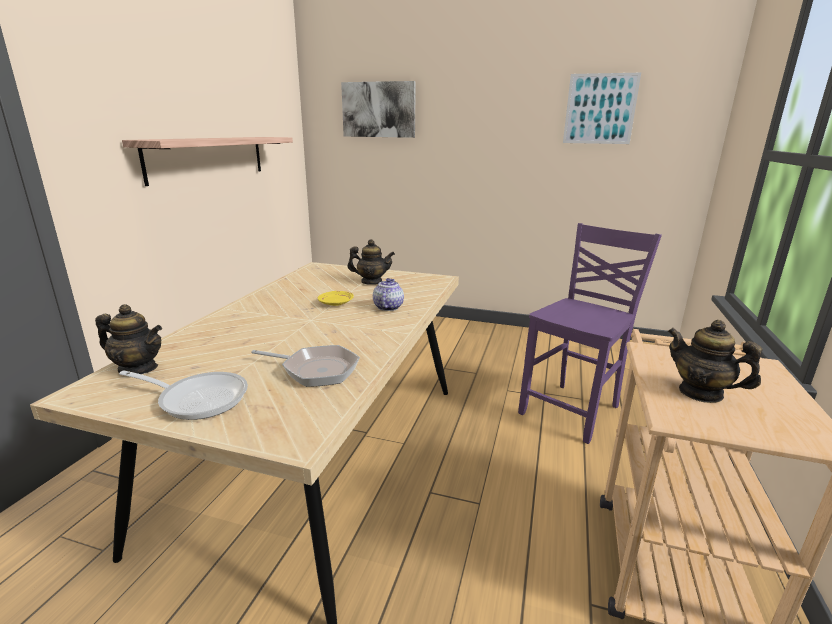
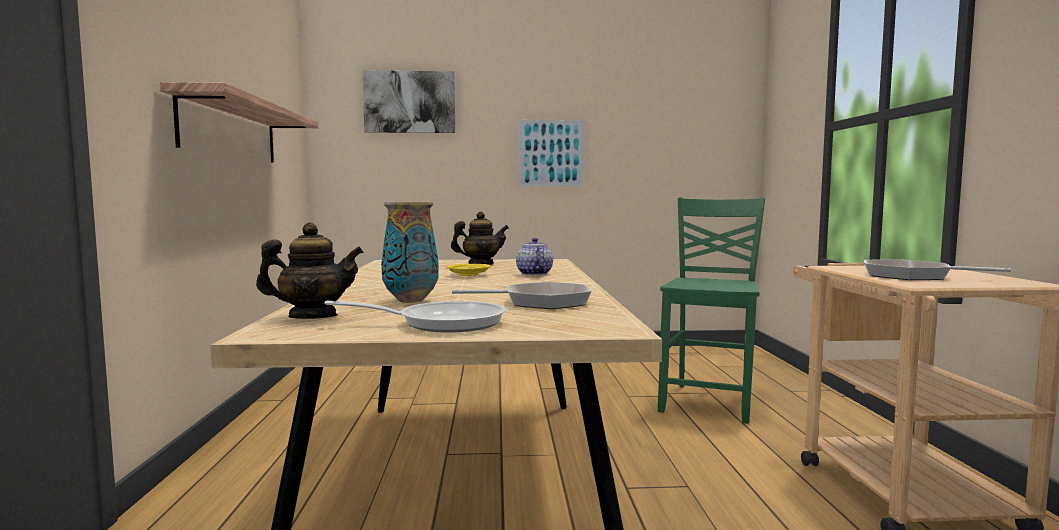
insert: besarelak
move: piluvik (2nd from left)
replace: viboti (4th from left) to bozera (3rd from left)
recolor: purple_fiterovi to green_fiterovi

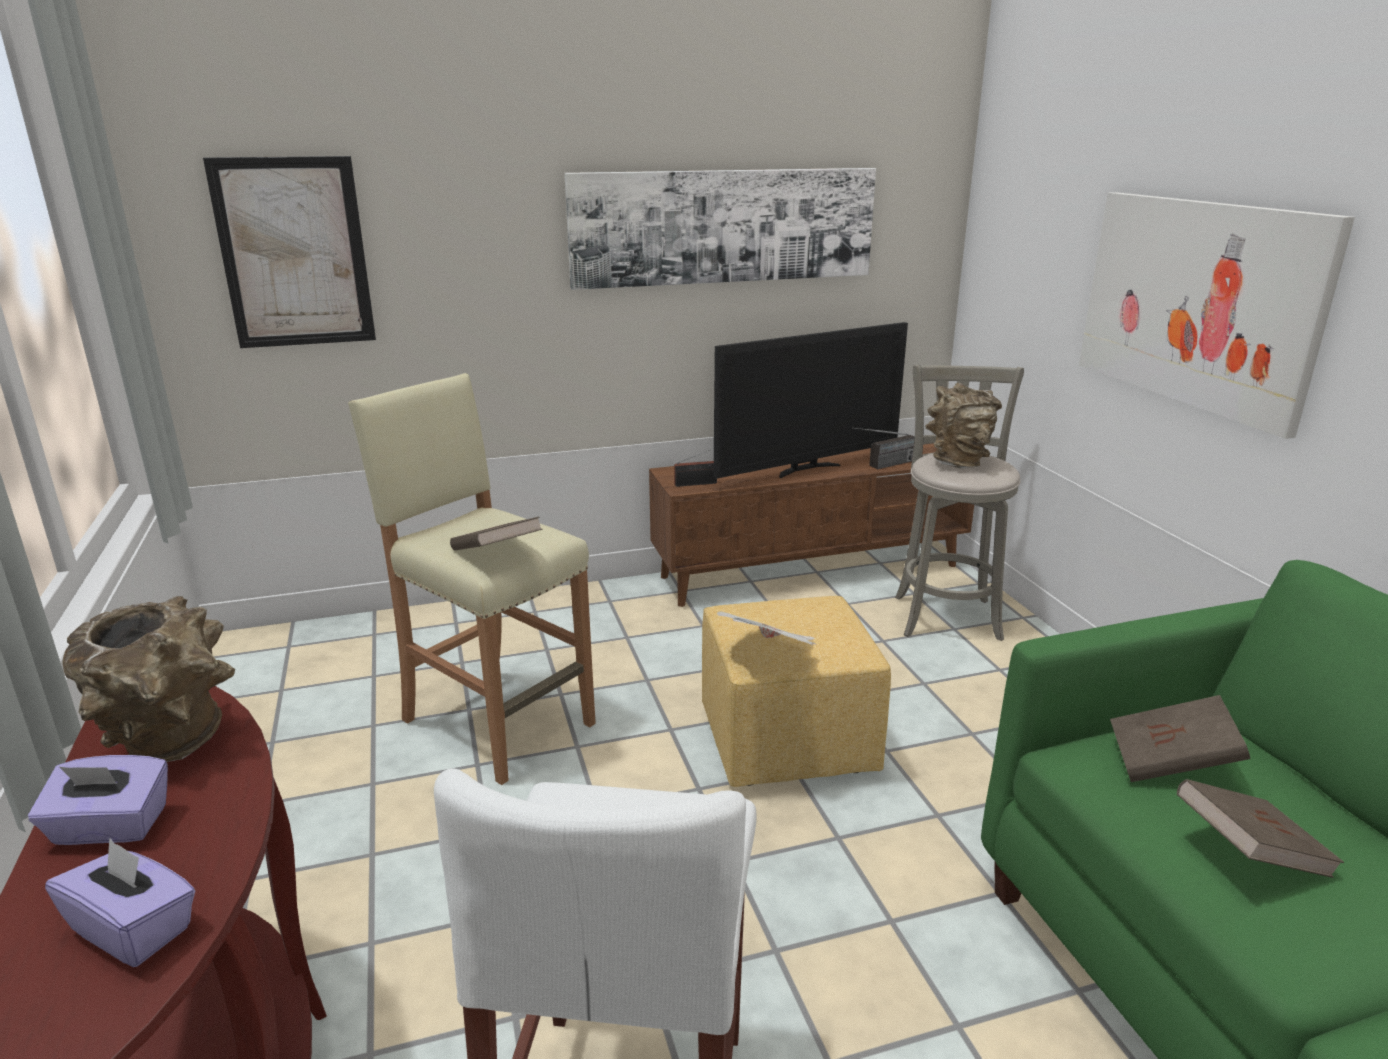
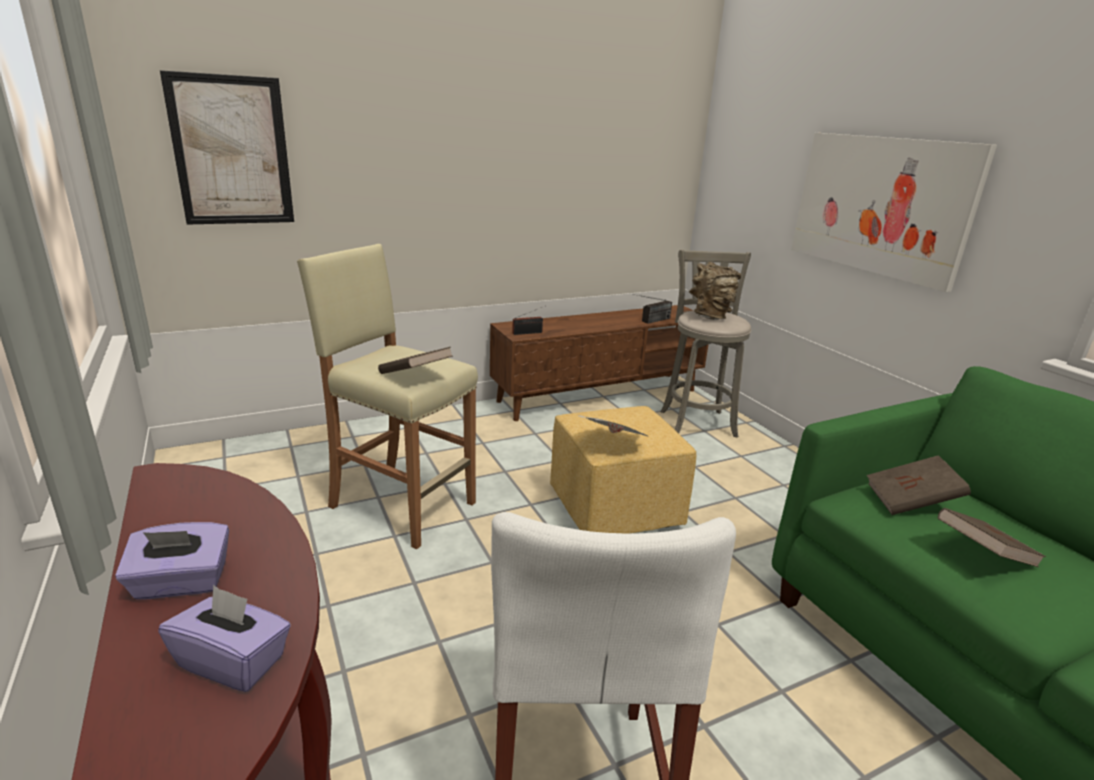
delete: brown_besarelak (1st from left); piluvik (2nd from left); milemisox

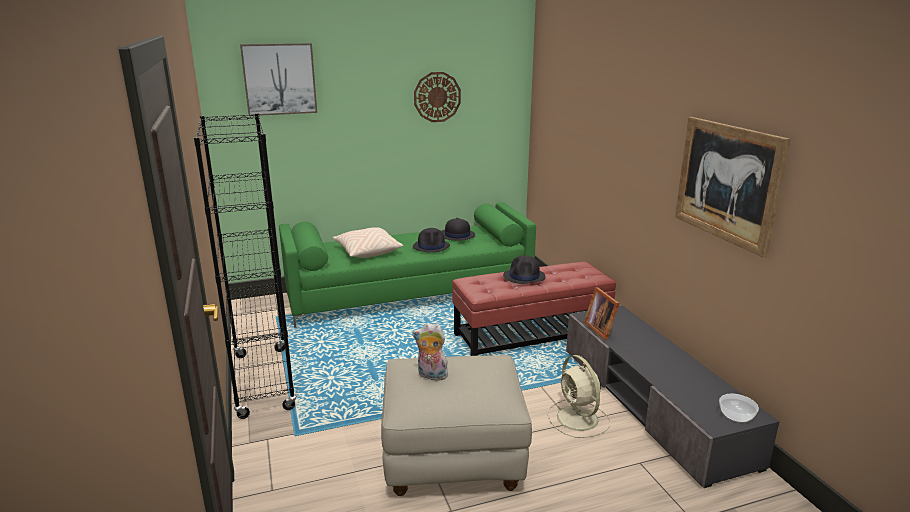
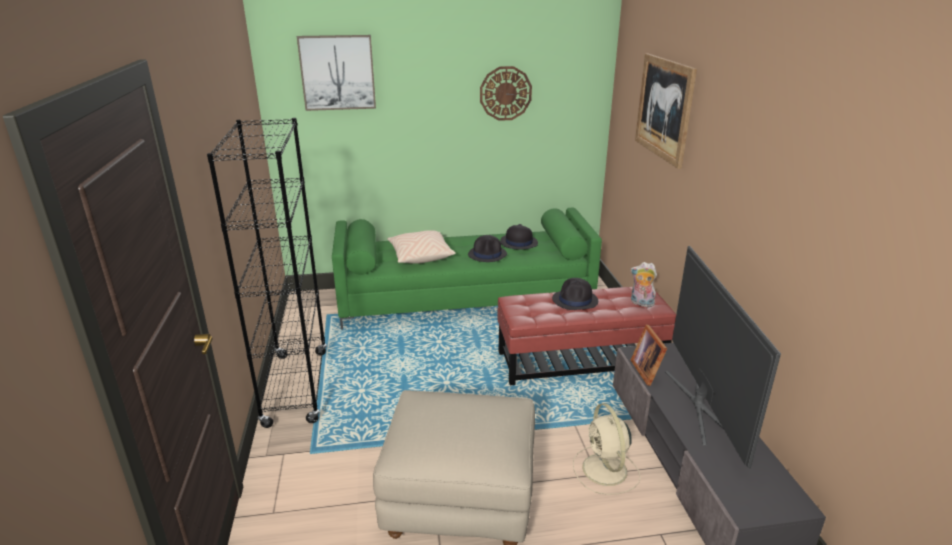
delete: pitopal
insert: milemisox
move: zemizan; piluvik (2nd from left)

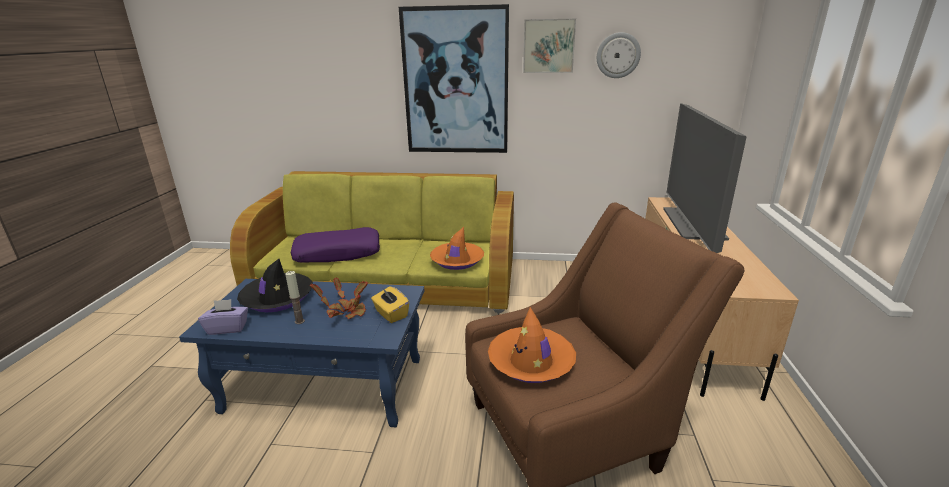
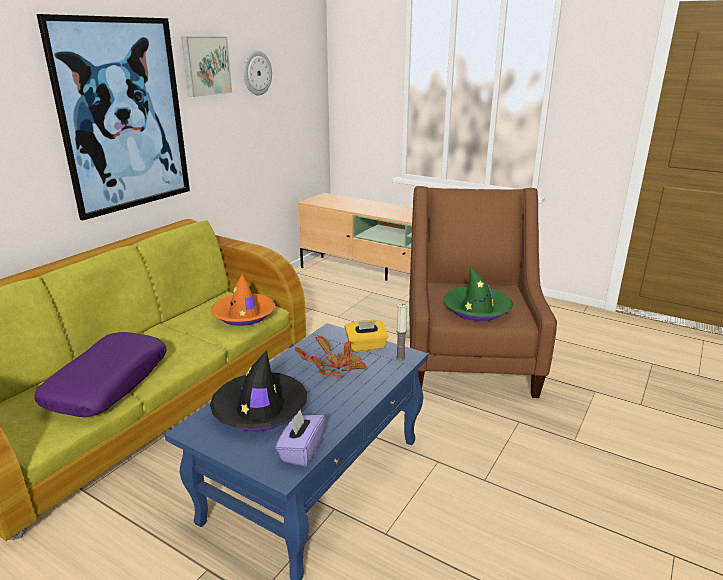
delete: milemisox
move: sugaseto
recolor: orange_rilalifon (2nd from left) to green_rilalifon

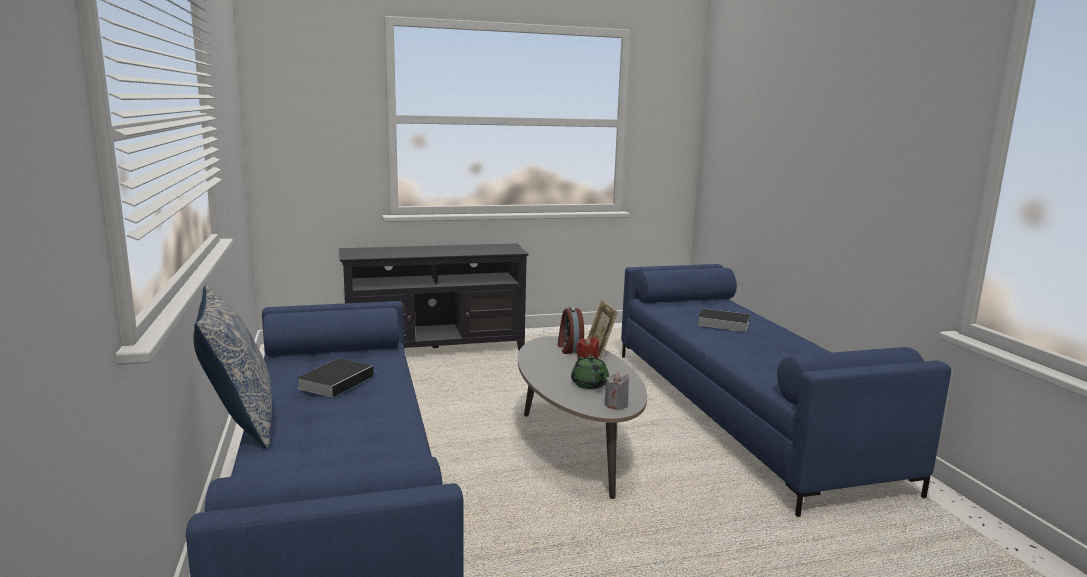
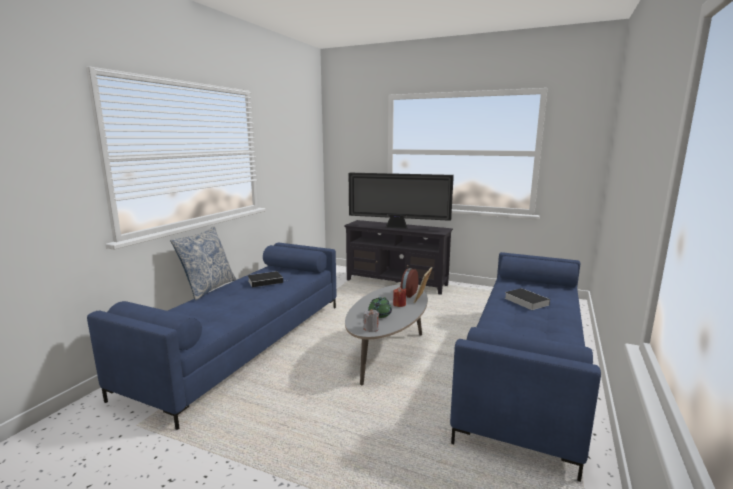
insert: milemisox

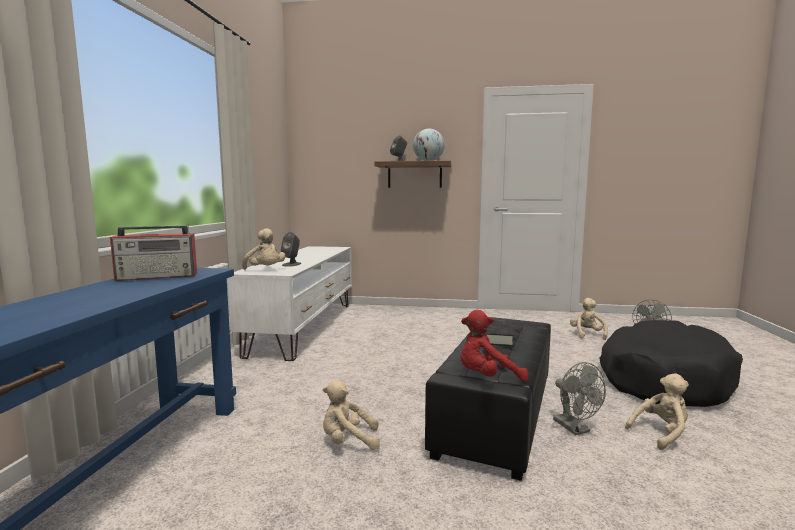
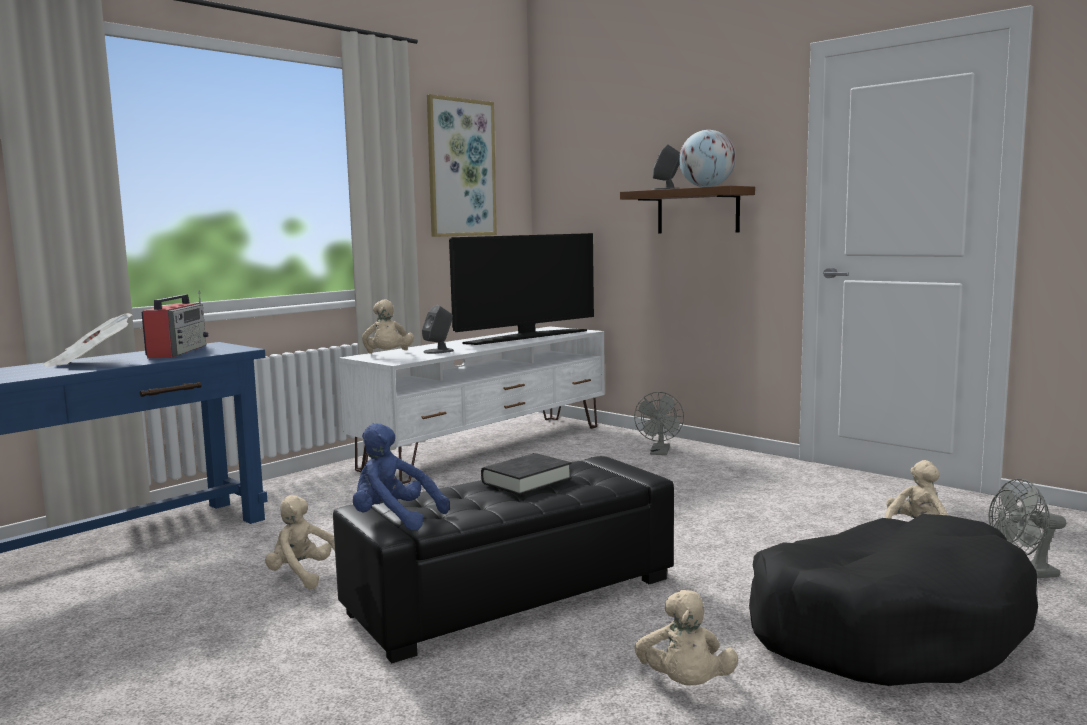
insert: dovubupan; piluvik; milemisox
move: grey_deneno (1st from left)
recolor: red_zemizan to blue_zemizan
rotate: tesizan 105 degrees counterclockwise; beige_zemizan (4th from left in the first image) 75 degrees clockwise

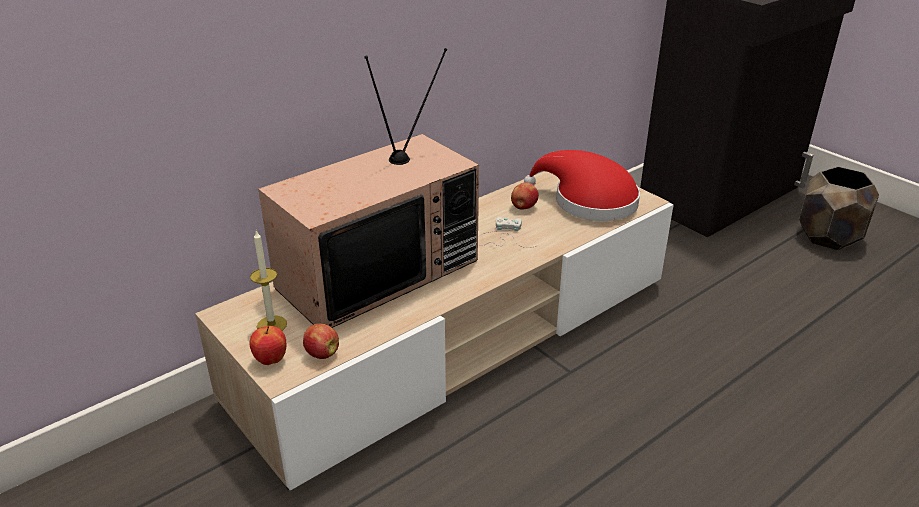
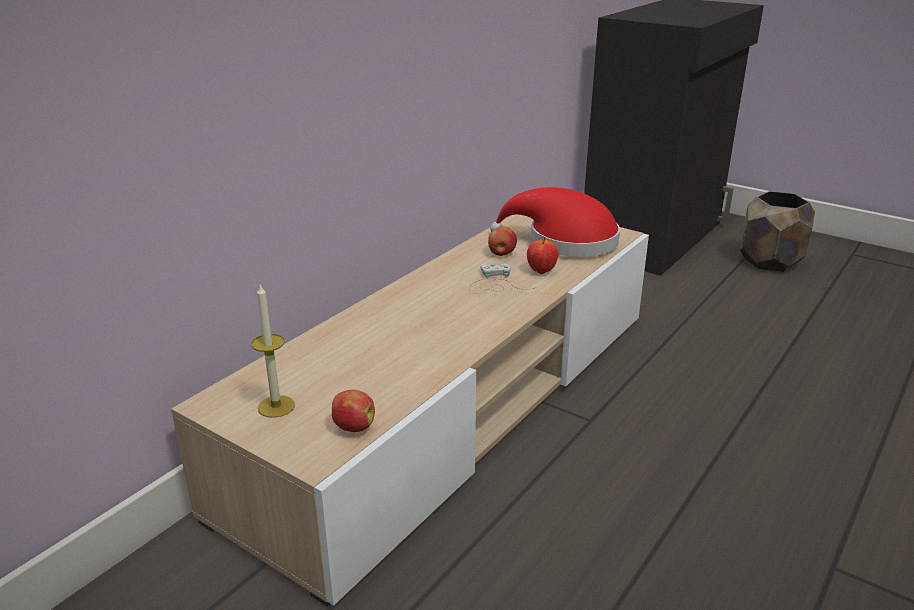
delete: milemisox
move: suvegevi (1st from left in the first image) to suvegevi (3rd from left)

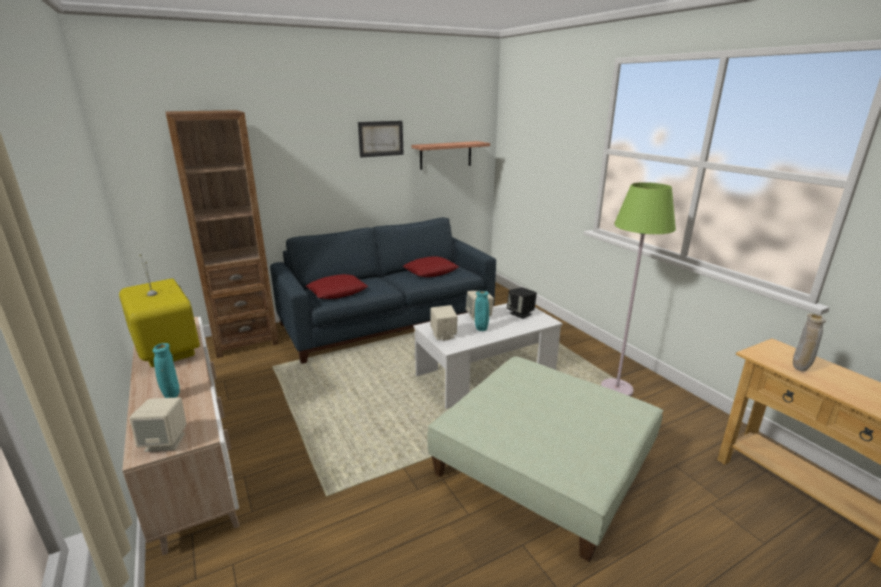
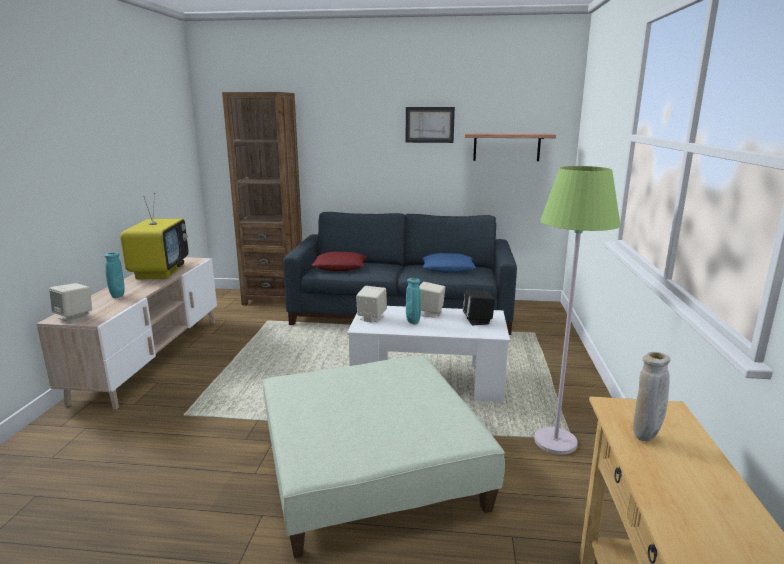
recolor: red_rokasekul (2nd from left) to blue_rokasekul

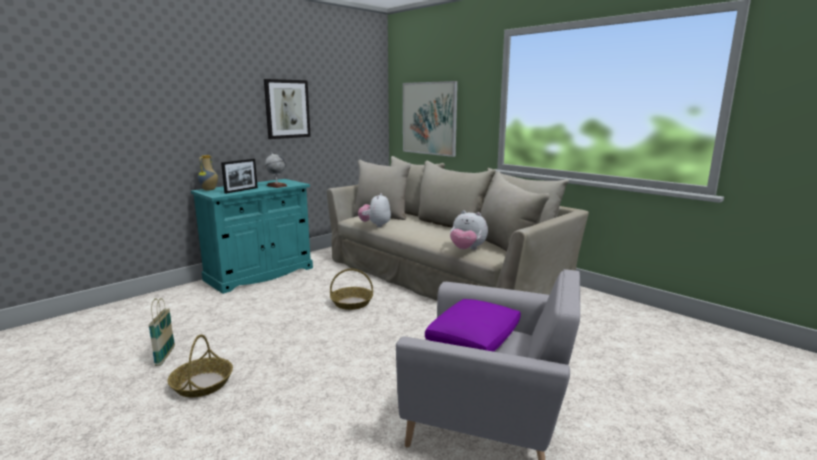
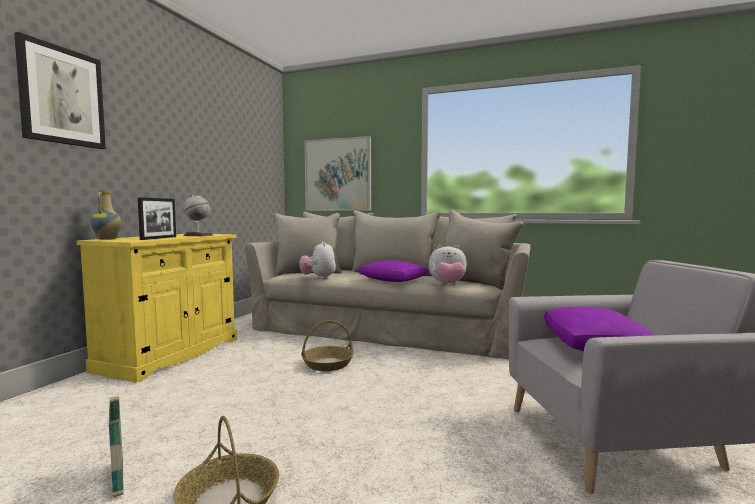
insert: purple_rokasekul (1st from left)
move: piluvik (1st from left)
recolor: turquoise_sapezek to yellow_sapezek

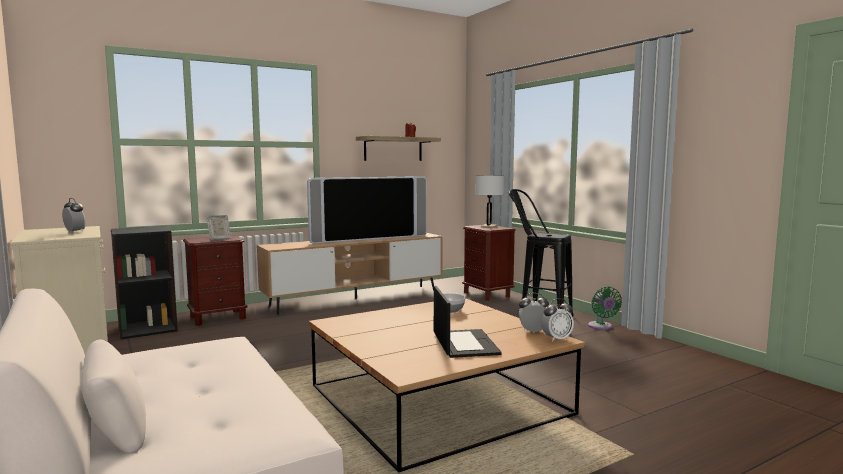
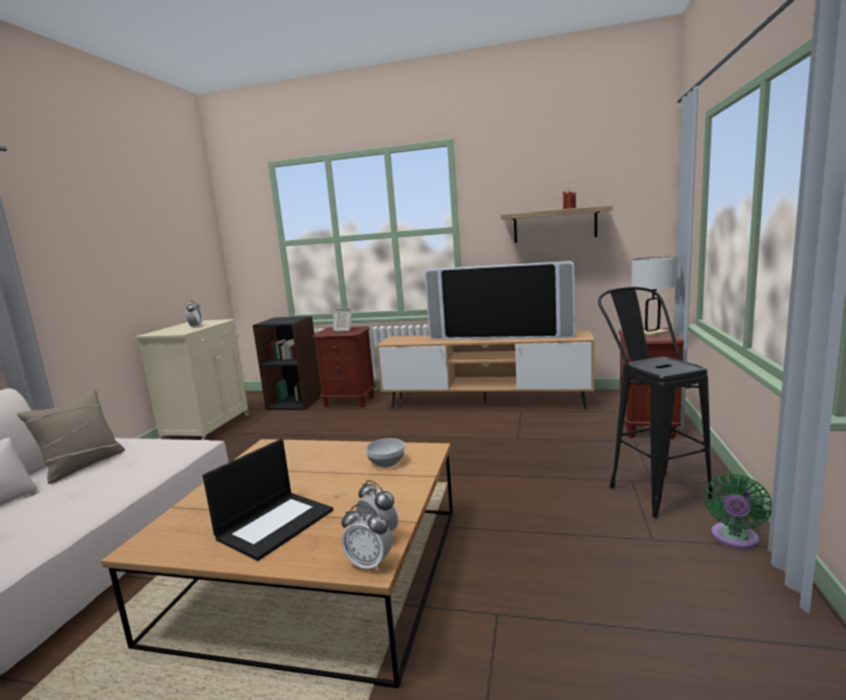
insert: beige_rokasekul

